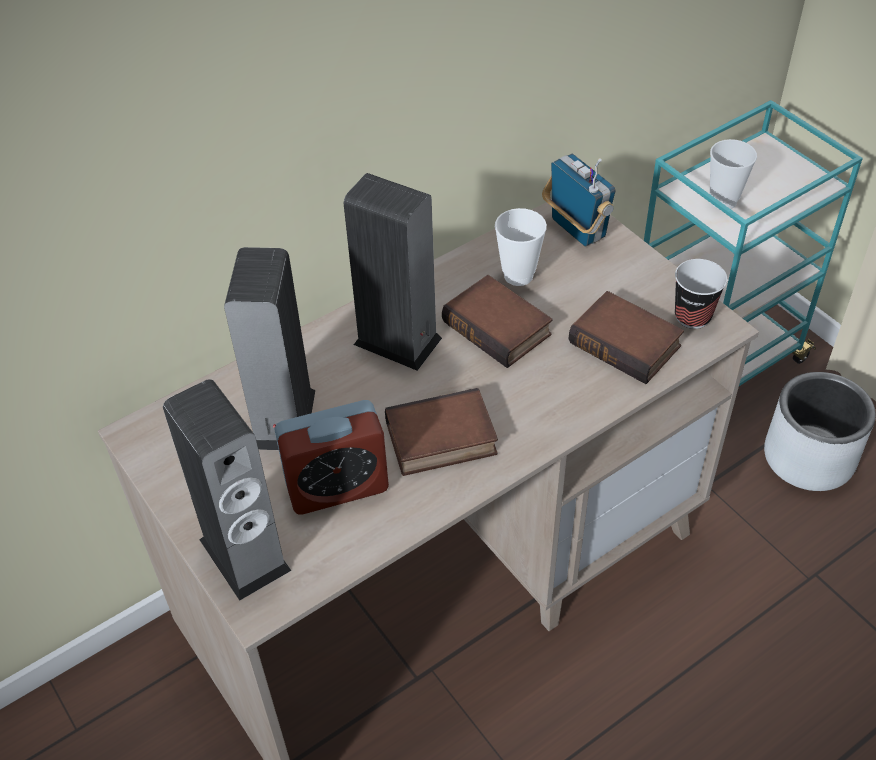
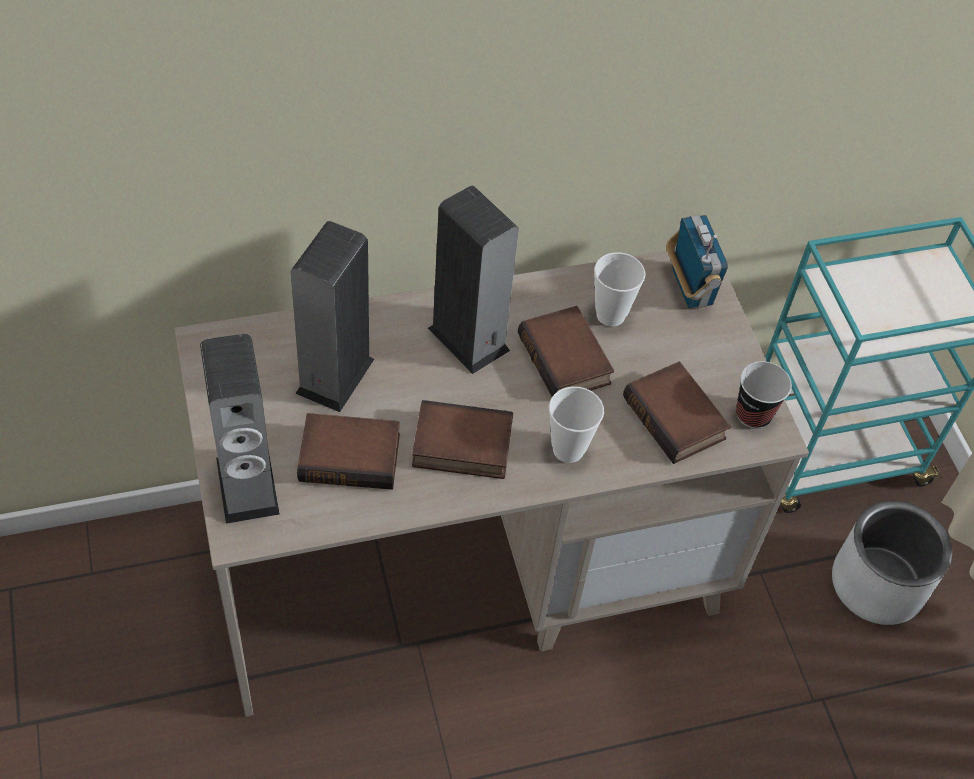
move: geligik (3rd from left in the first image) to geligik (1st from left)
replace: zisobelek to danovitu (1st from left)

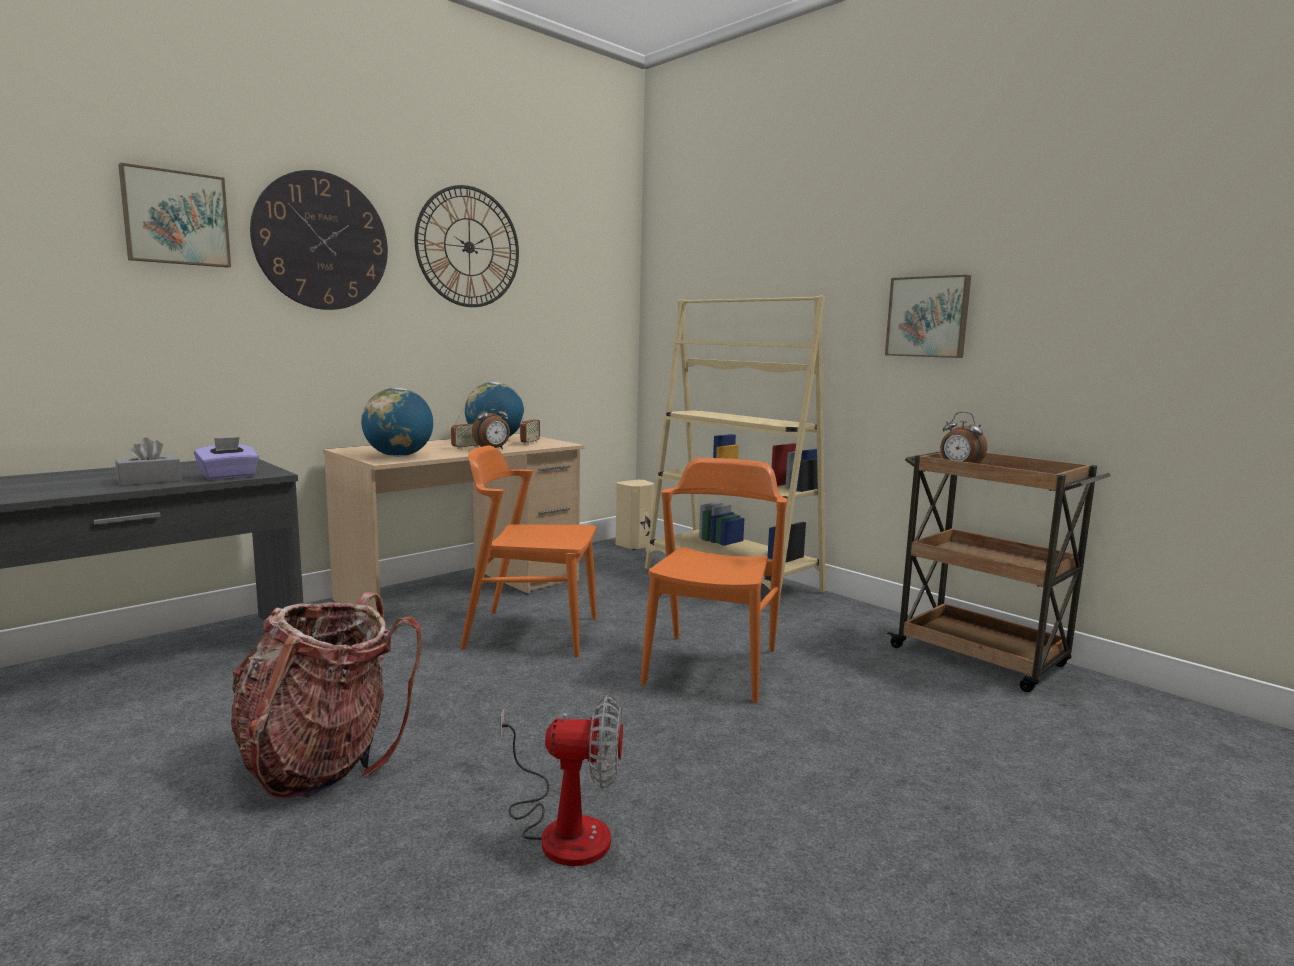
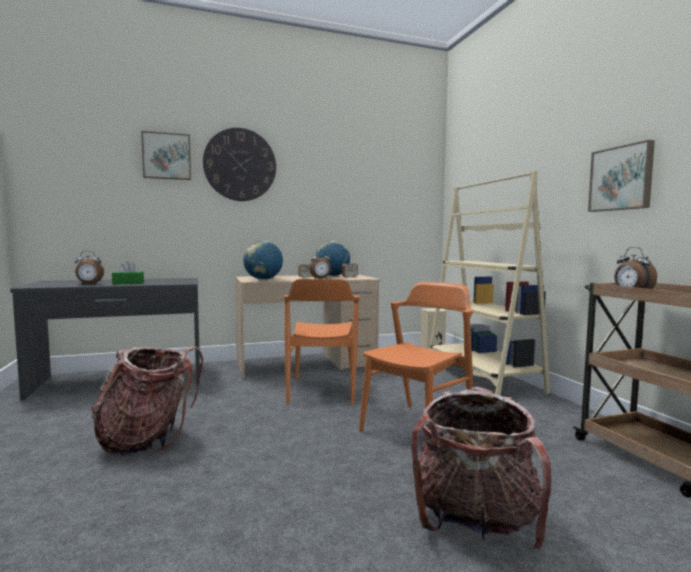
delete: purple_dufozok; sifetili (2nd from left); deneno
insert: zisobelek (1st from left); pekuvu (2nd from left)
recolor: grey_dufozok to green_dufozok
rotate: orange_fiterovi (1st from left) 120 degrees counterclockwise

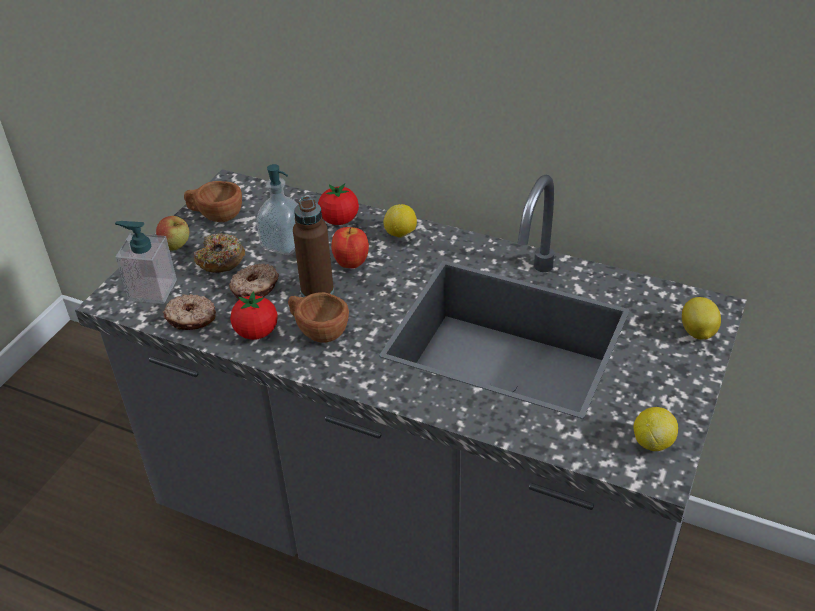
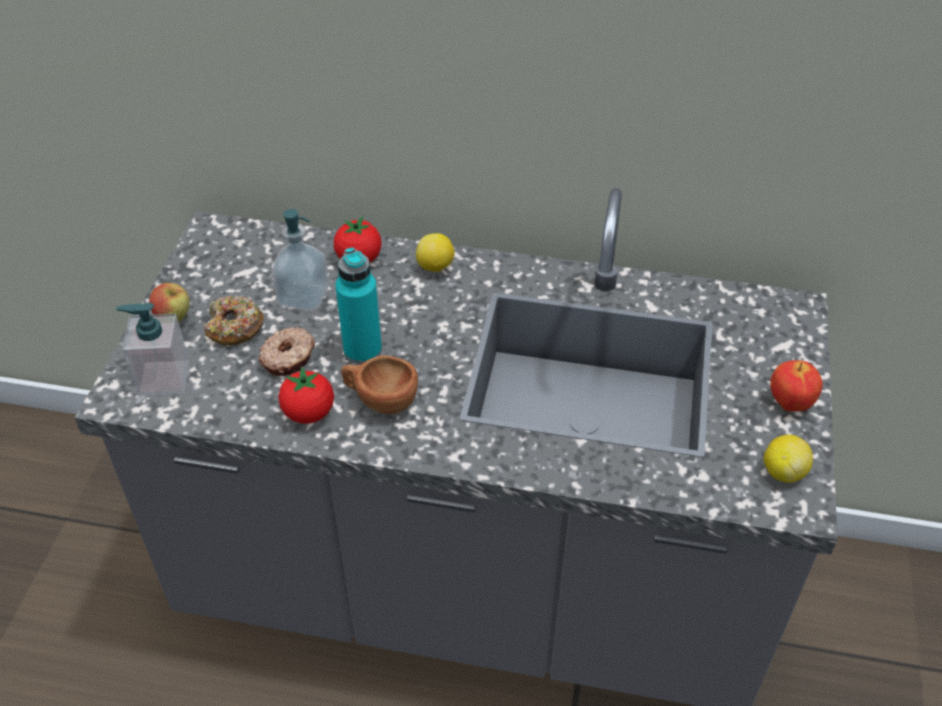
delete: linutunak (1st from left); brown_geligik (1st from left); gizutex (3rd from left)
move: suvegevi (2nd from left)
recolor: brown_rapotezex to turquoise_rapotezex

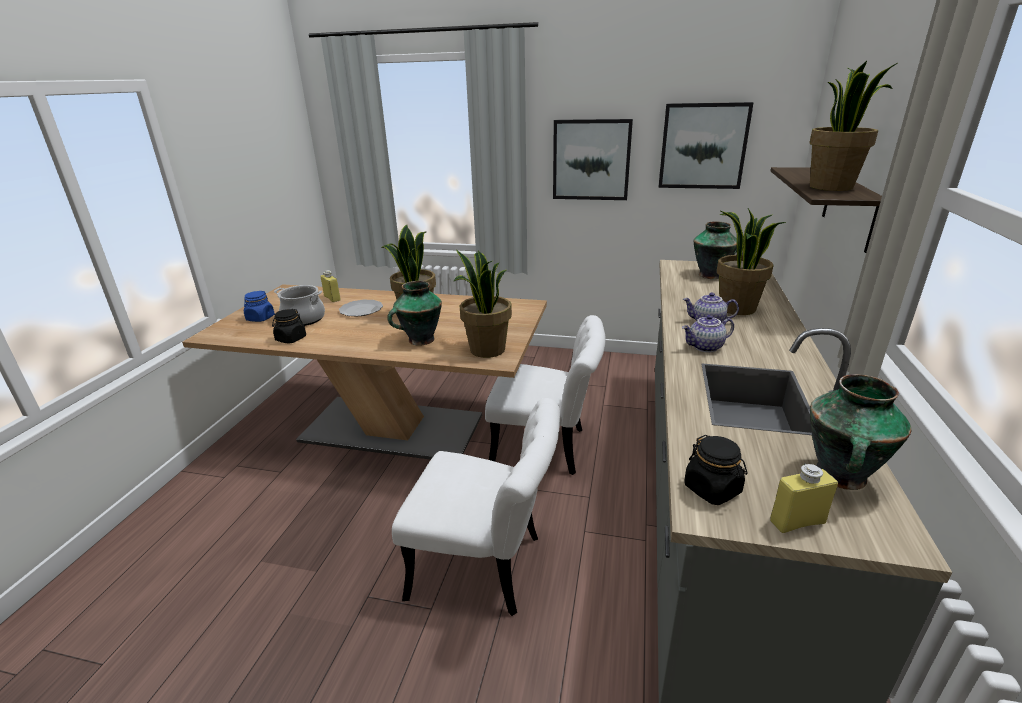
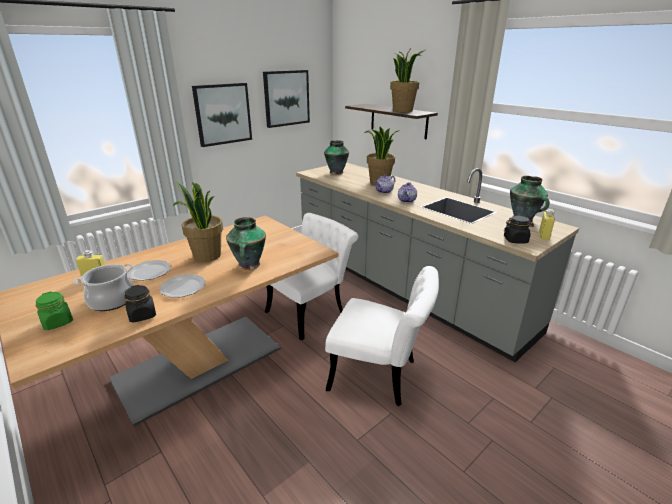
delete: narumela (2nd from left)
insert: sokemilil (2nd from left)
recolor: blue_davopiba to green_davopiba
rotate: white_fiterovi (1st from left in the first image) 60 degrees clockwise

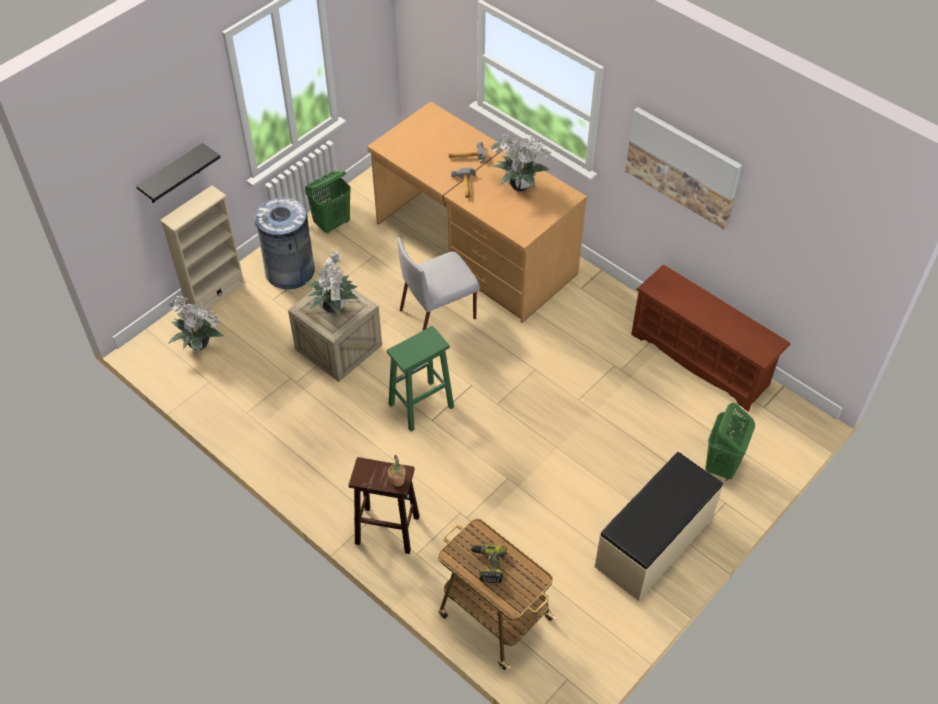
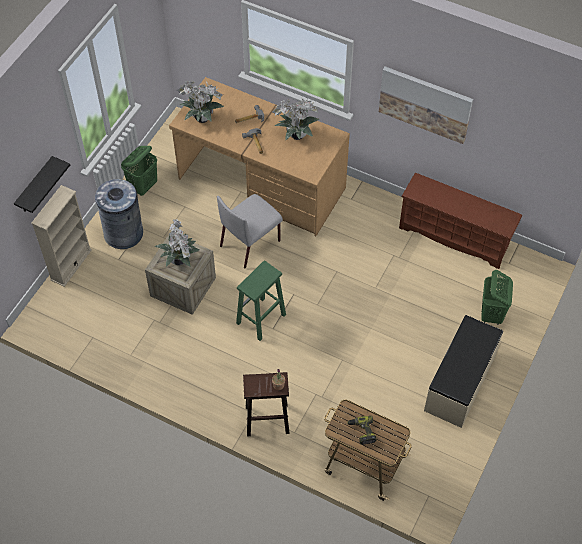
move: narumela (1st from left in the first image) to narumela (2nd from left)

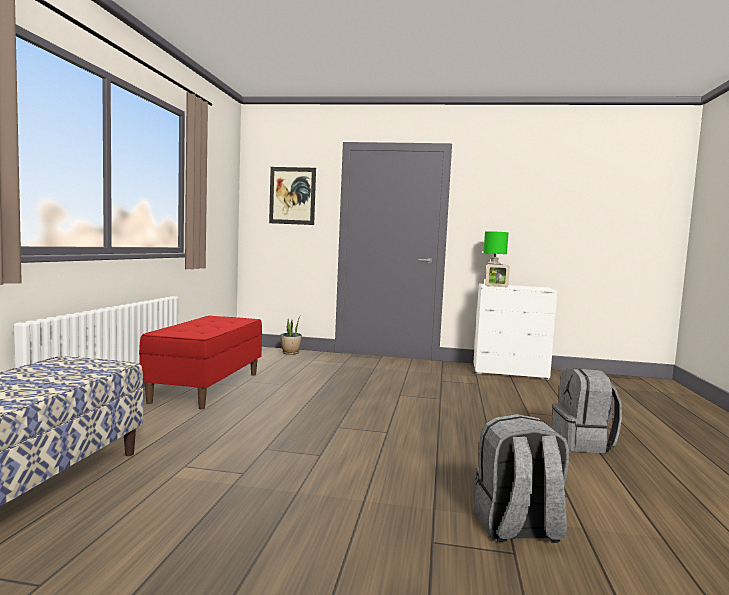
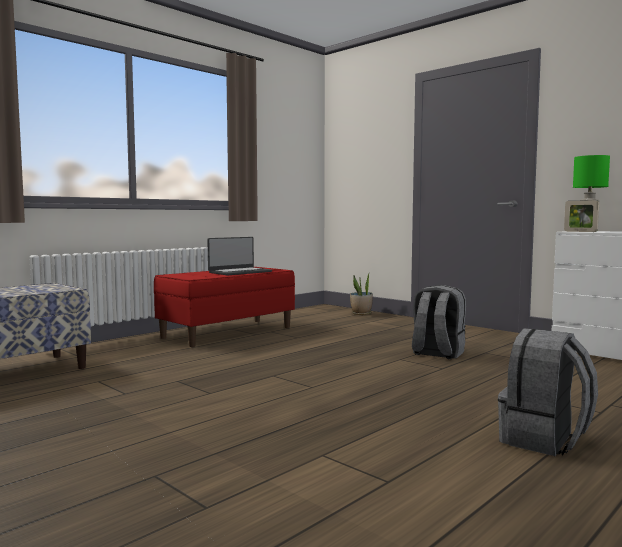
delete: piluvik
insert: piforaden
move: grey_pekuvu (1st from left)

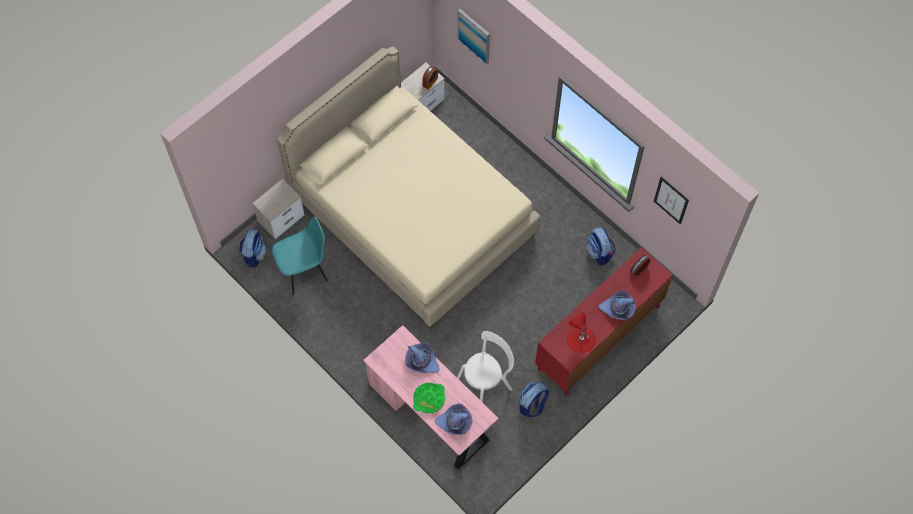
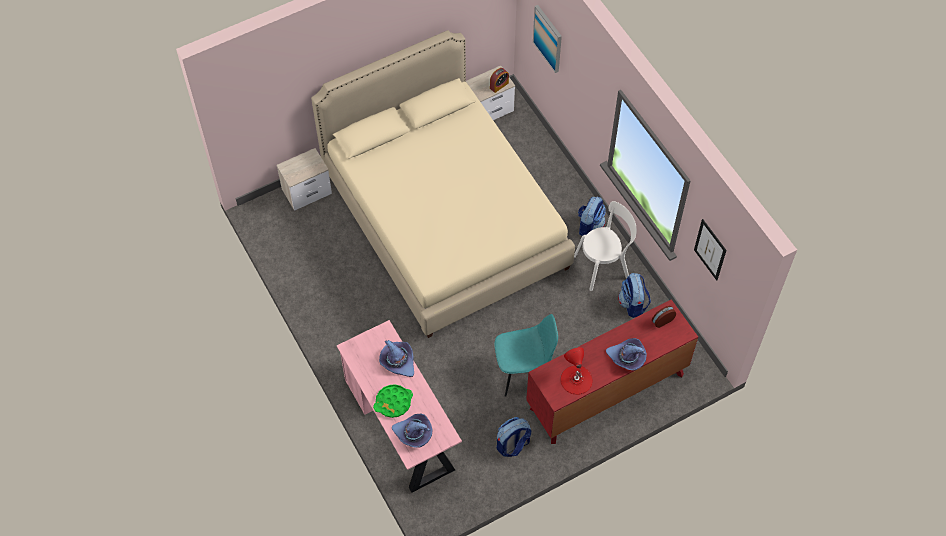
move: pekuvu (1st from left in the first image) to pekuvu (2nd from left); turquoise_fiterovi; white_fiterovi

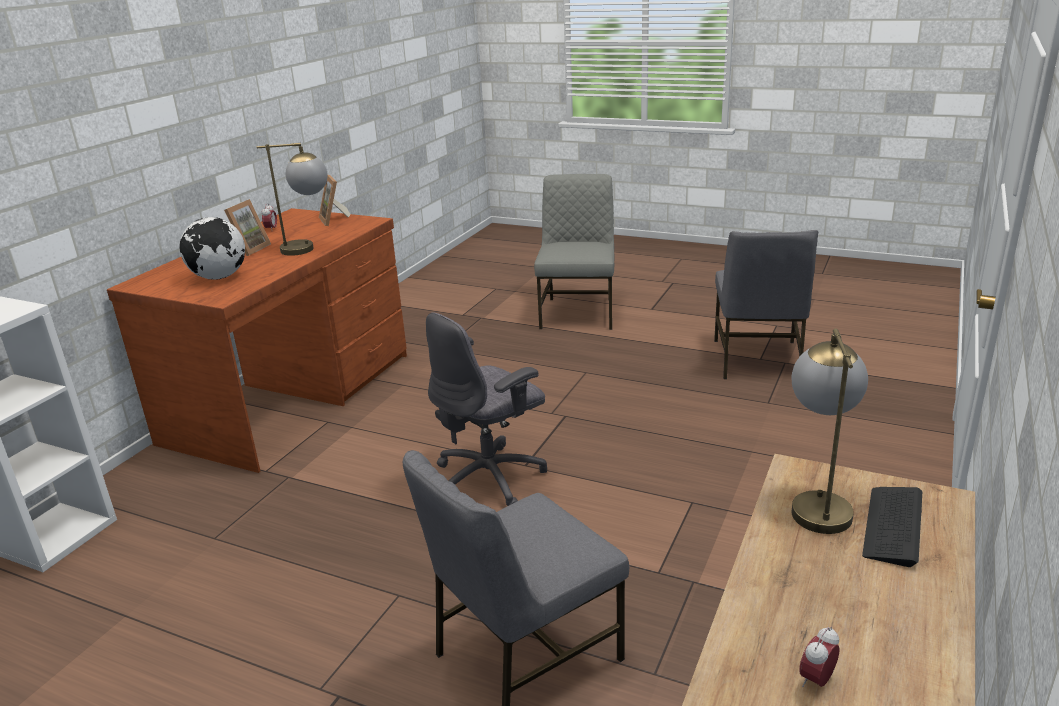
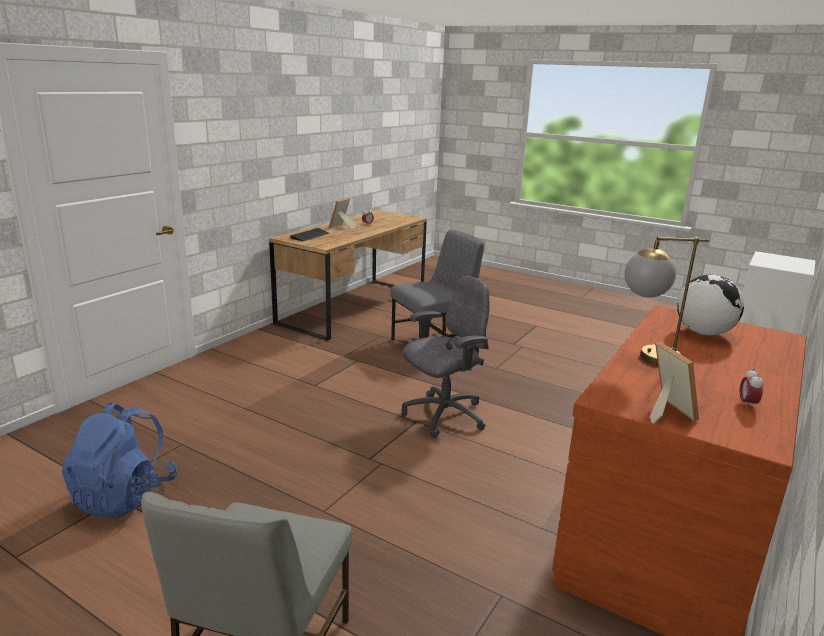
delete: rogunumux (2nd from left)
move: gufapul (1st from left)
replace: grey_fiterovi (3rd from left) to blue_pekuvu

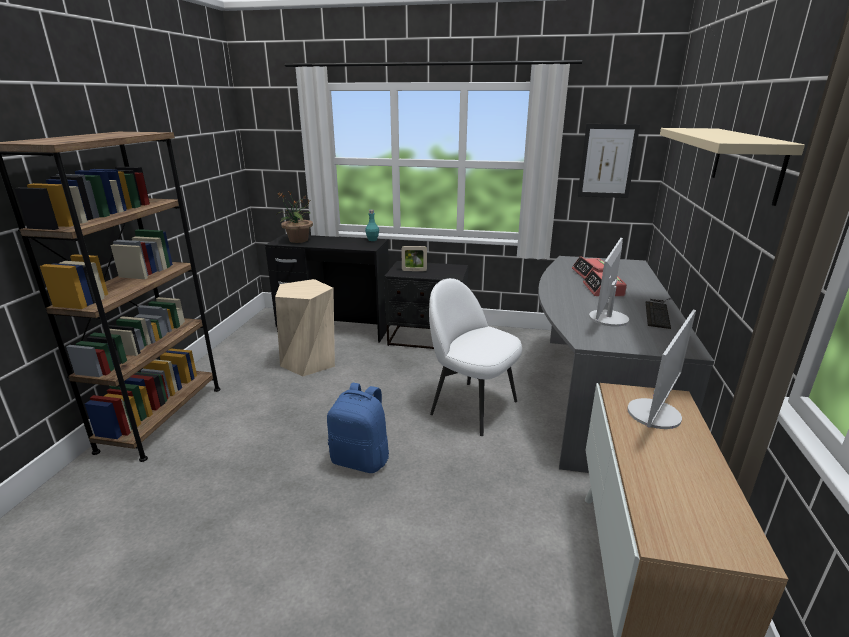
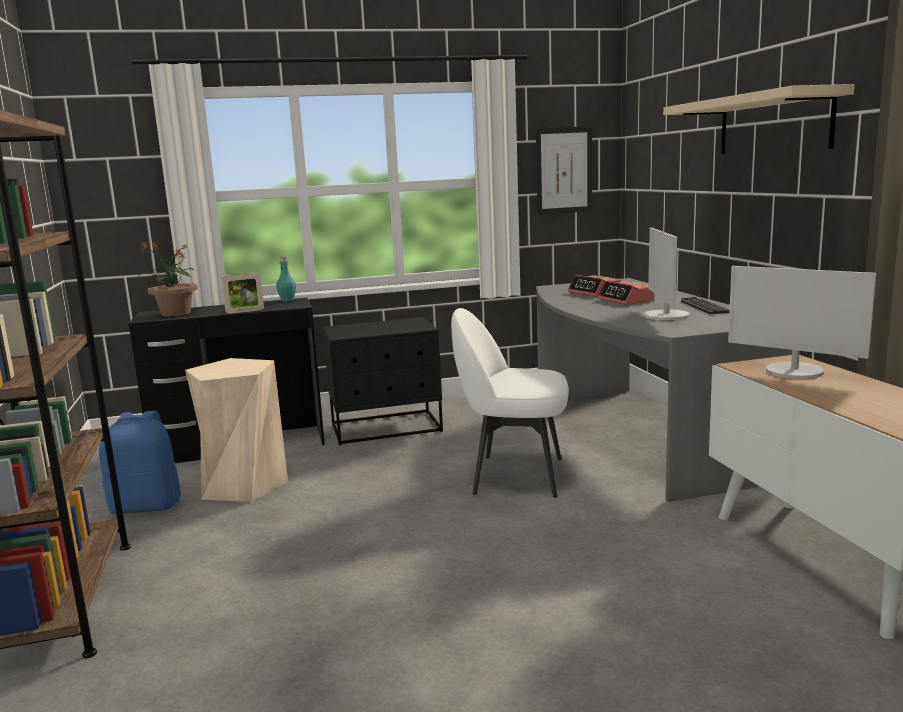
move: blue_pekuvu; gufapul
rotate: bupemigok (2nd from left) 120 degrees clockwise

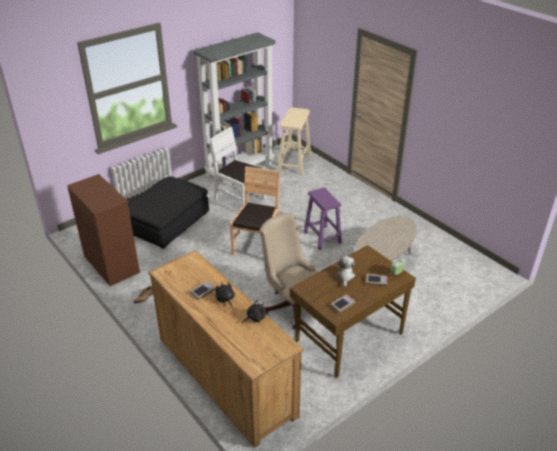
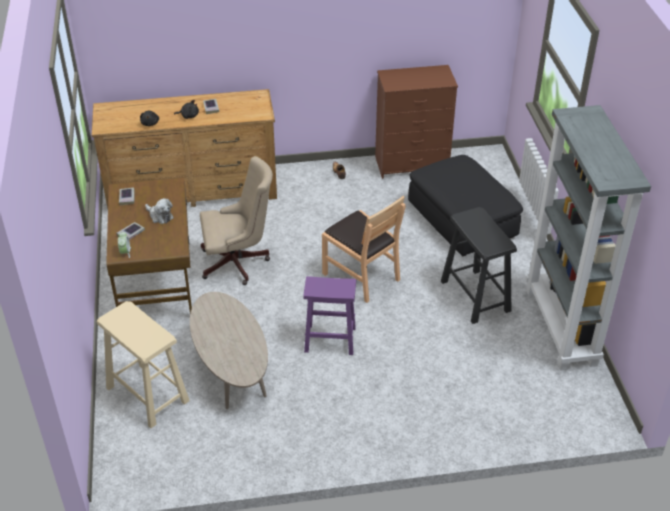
move: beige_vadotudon
replace: white_fiterovi to black_vadotudon

